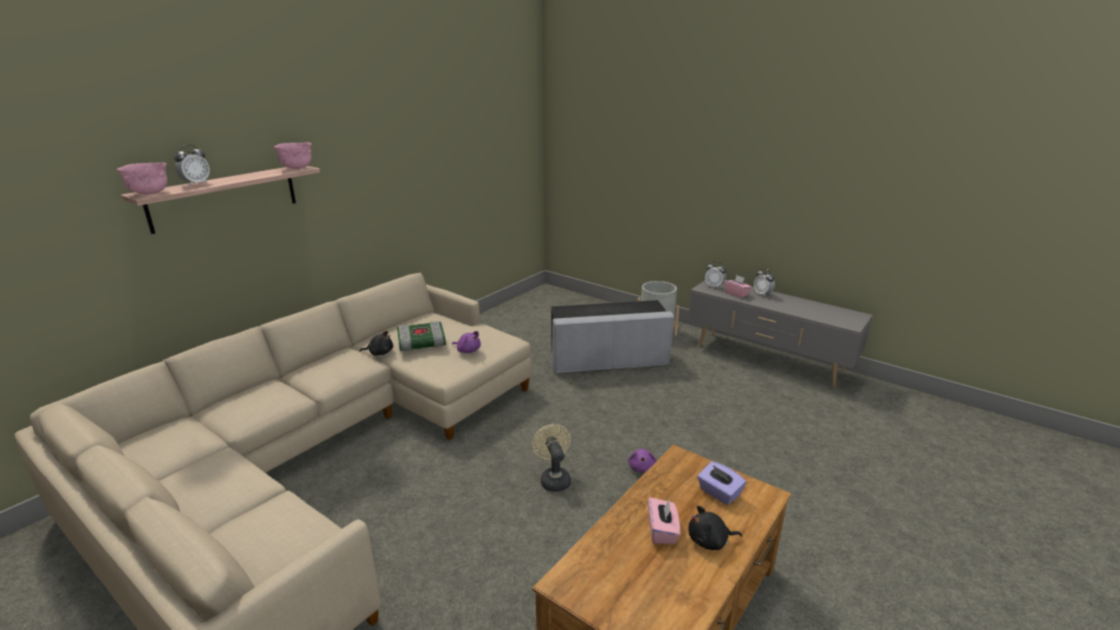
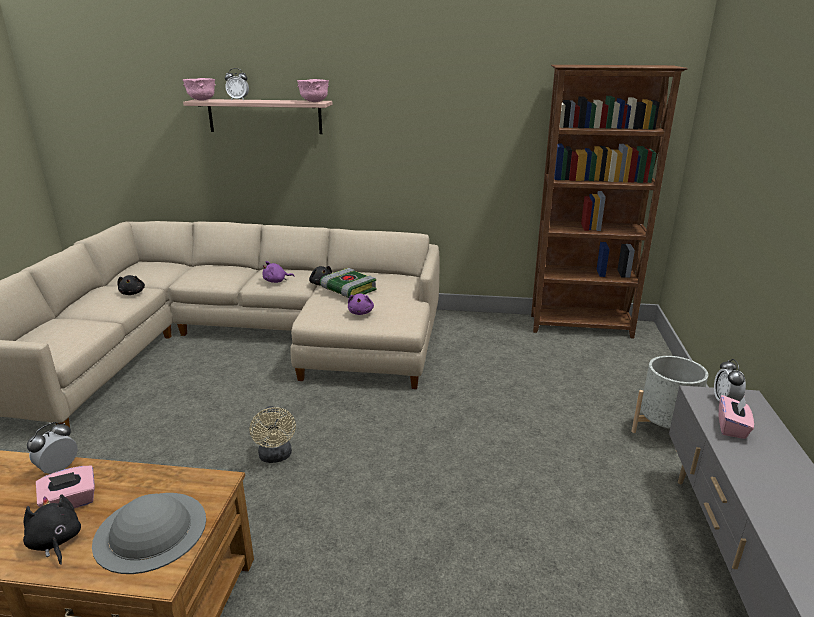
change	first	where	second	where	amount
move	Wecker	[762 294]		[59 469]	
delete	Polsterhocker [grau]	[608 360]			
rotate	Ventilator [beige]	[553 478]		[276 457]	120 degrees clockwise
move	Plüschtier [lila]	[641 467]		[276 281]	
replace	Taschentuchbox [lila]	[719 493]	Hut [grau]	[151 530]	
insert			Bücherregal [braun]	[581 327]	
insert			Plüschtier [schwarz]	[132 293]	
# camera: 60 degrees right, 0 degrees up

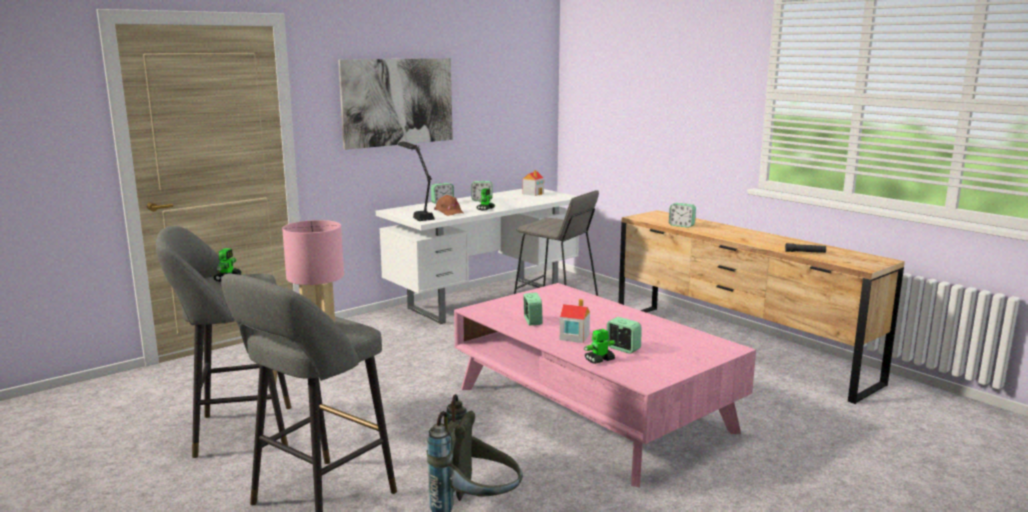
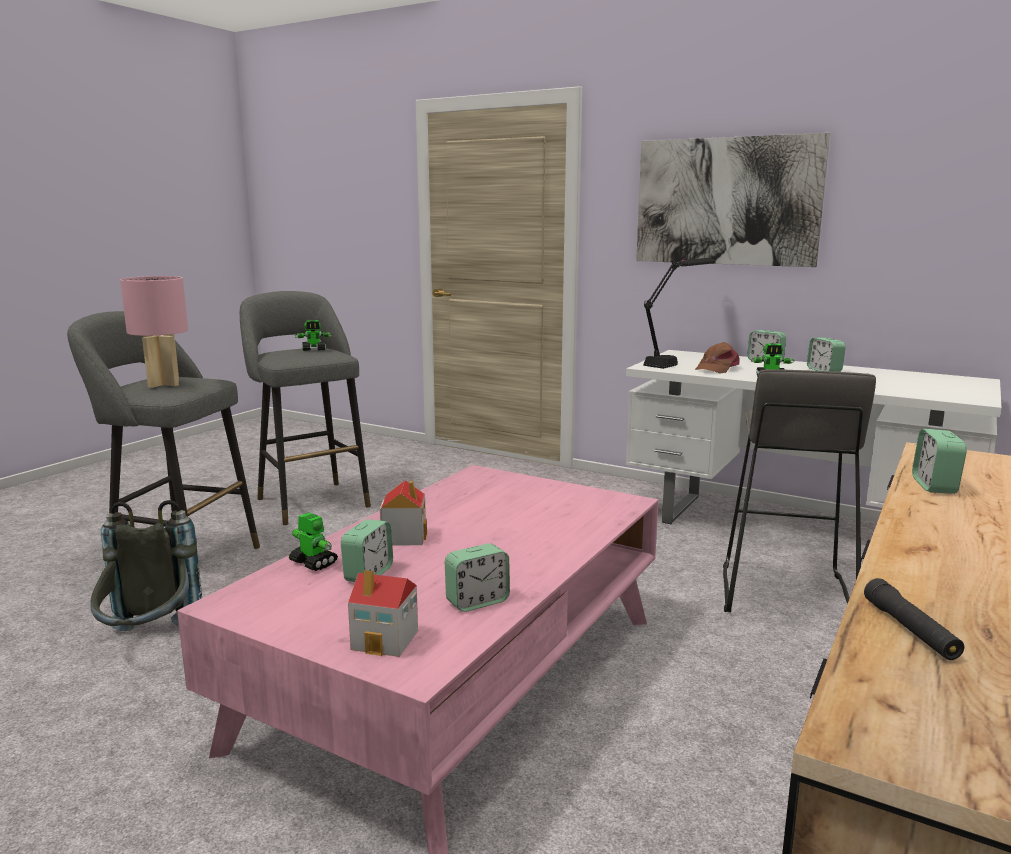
change	first	where	second	where	amount
move	Spielzeughaus	[533 193]		[386 640]	
move	Wecker	[532 321]		[477 601]	
# camera: 70 degrees right, 0 degrees up

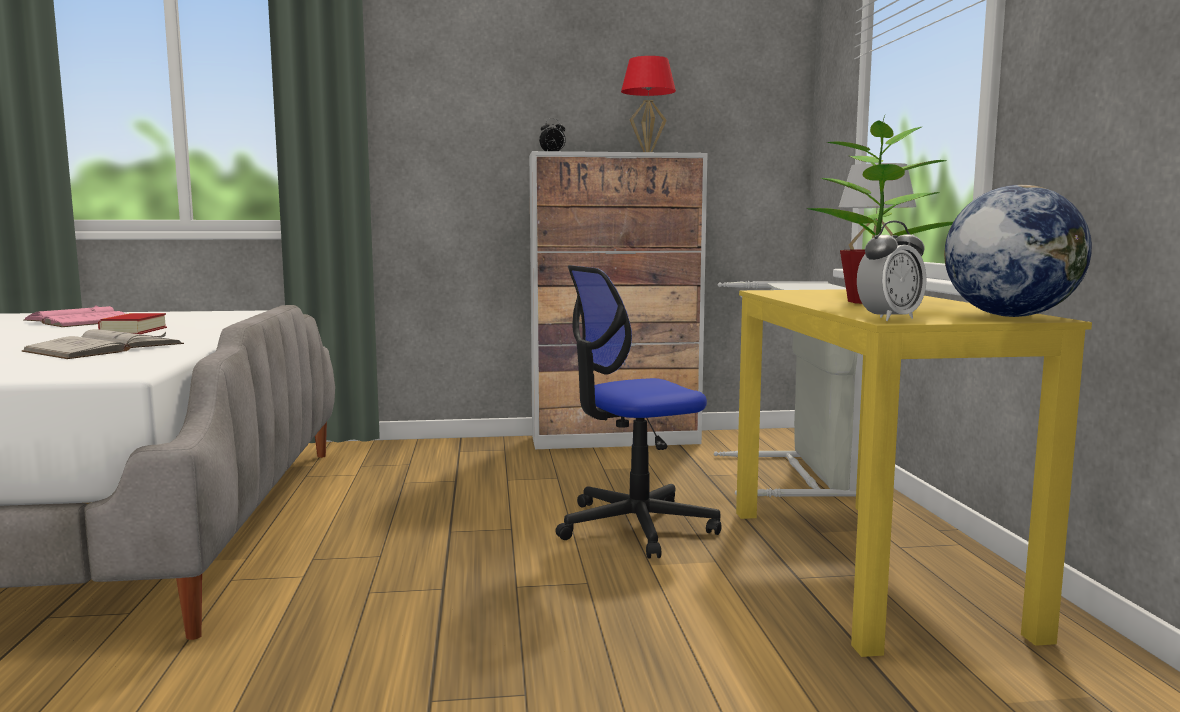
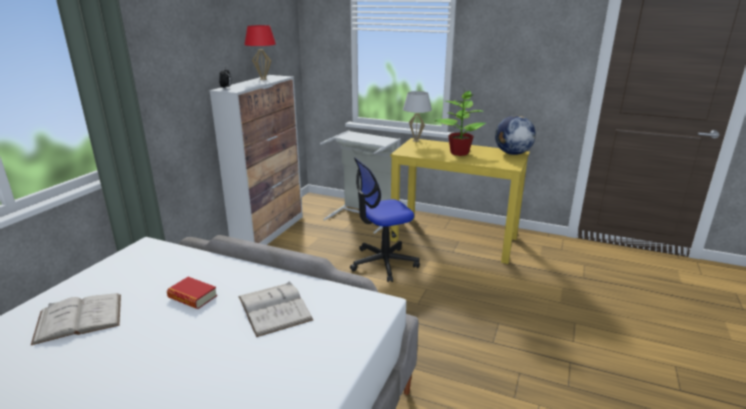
change	first	where	second	where	amount
delete	Wecker	[889 318]			
rotate	Bürostuhl	[635 527]		[383 263]	60 degrees clockwise
recolor	Buch [rosa]	[80 320]	Buch [weiß]	[79 318]	
# camera: 60 degrees left, 15 degrees up

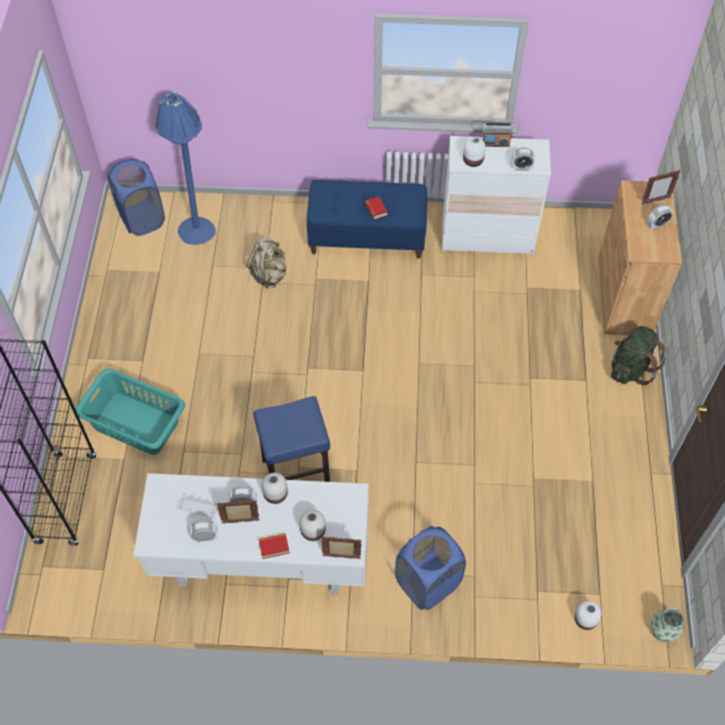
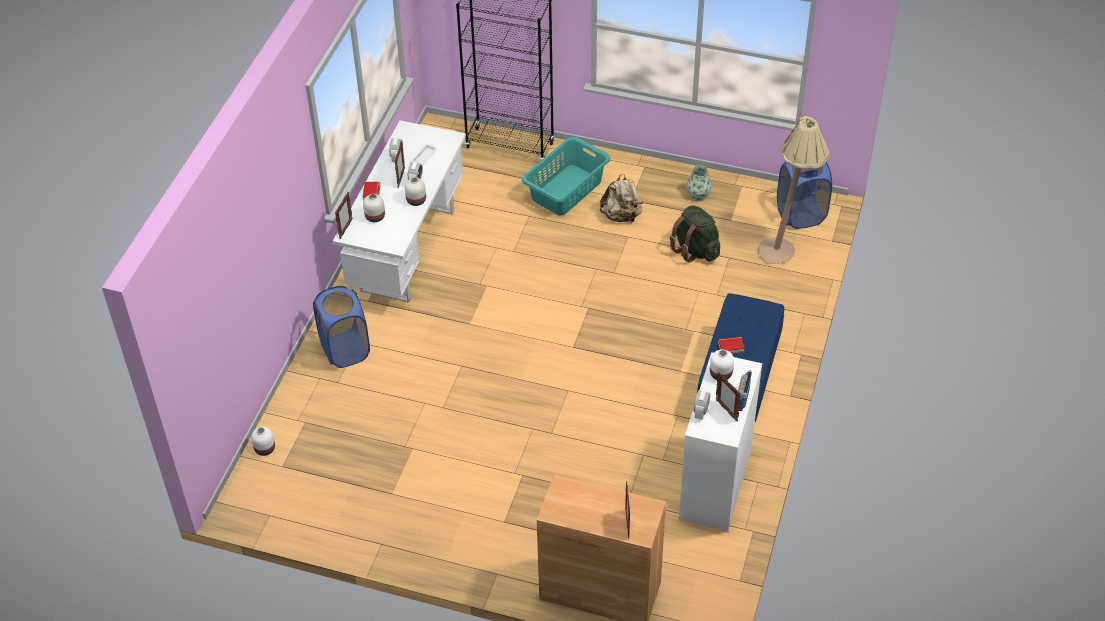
change	first	where	second	where	amount
recolor	Stehlampe [blau]	[198 224]	Stehlampe [beige]	[785 253]	
delete	Wecker	[657 224]			
move	Rucksack [beige]	[269 274]		[621 216]	
move	Rucksack [grün]	[630 368]		[695 250]	
delete	Hocker [blau]	[297 473]			
move	Vase	[662 631]		[698 195]	
insert			Bilderrahmen	[726 410]	
# camera: 105 degrees right, 10 degrees down

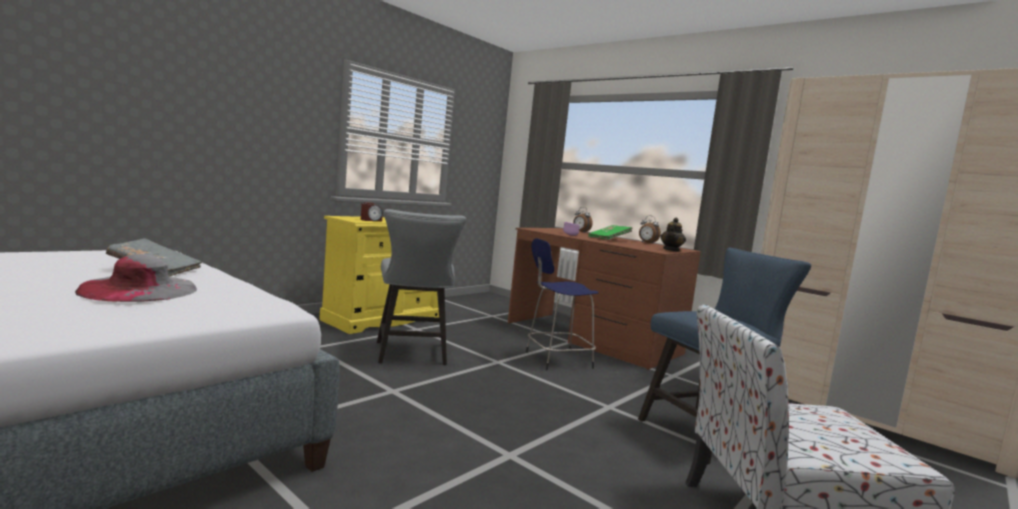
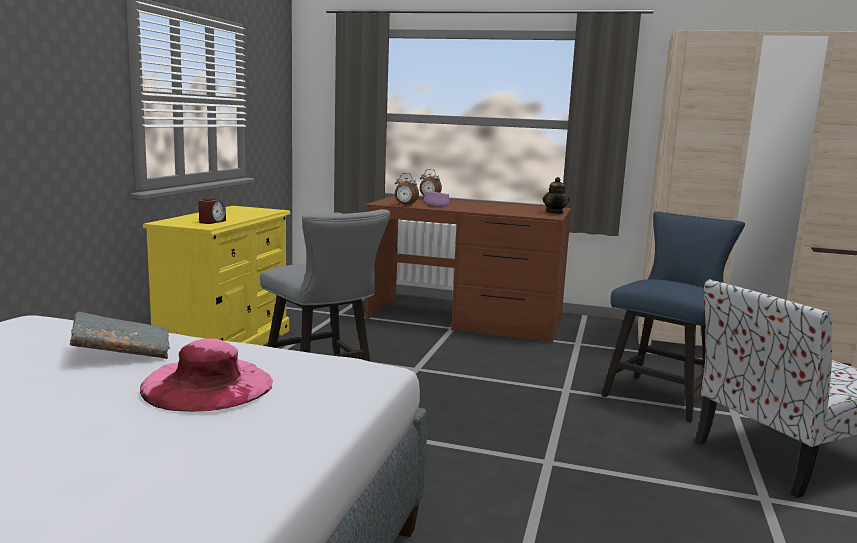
change	first	where	second	where	amount
move	Wecker	[647 243]		[405 205]	
delete	Buch [grün]	[609 239]			
delete	Hocker [blau]	[556 360]			
recolor	Hut [grau]	[139 289]	Hut [rosa]	[207 384]	
# camera: 25 degrees left, 5 degrees up

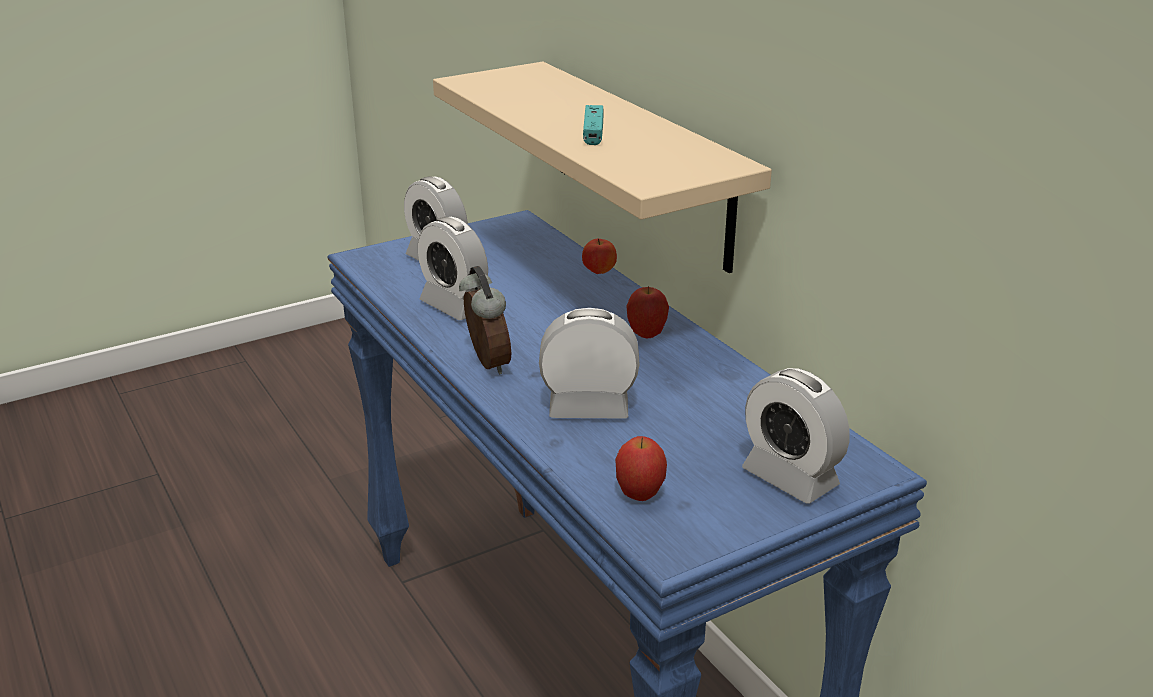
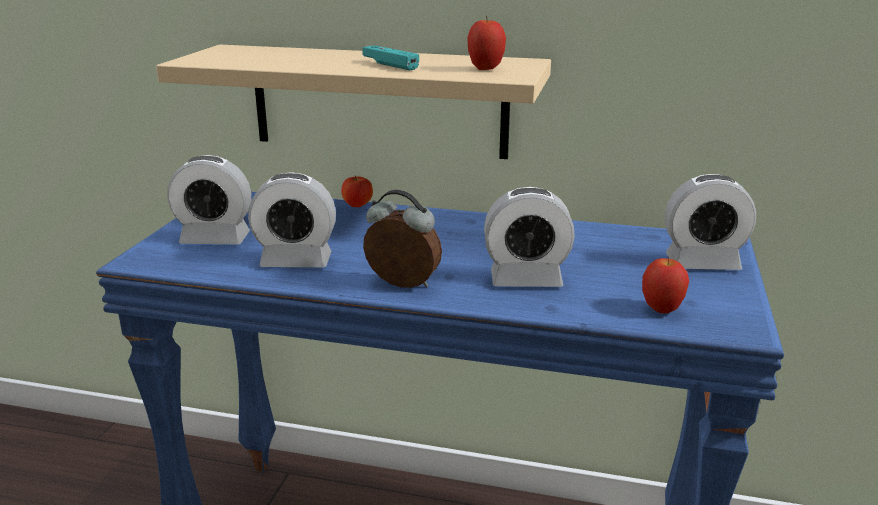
change	first	where	second	where	amount
move	Apfel	[646 335]		[485 69]	
rotate	Wecker	[588 408]		[526 280]	135 degrees counterclockwise
# camera: 45 degrees left, 5 degrees down

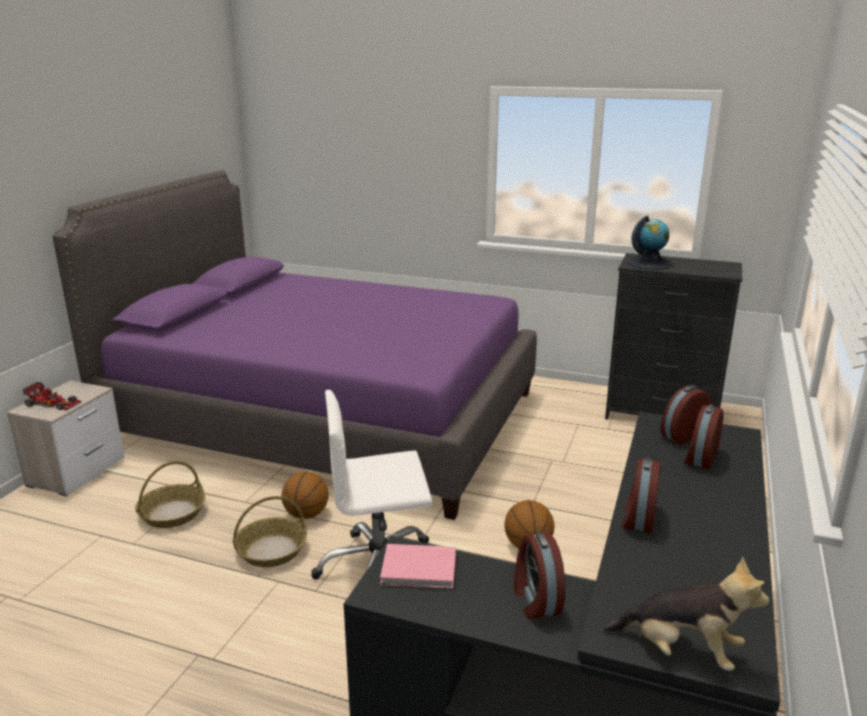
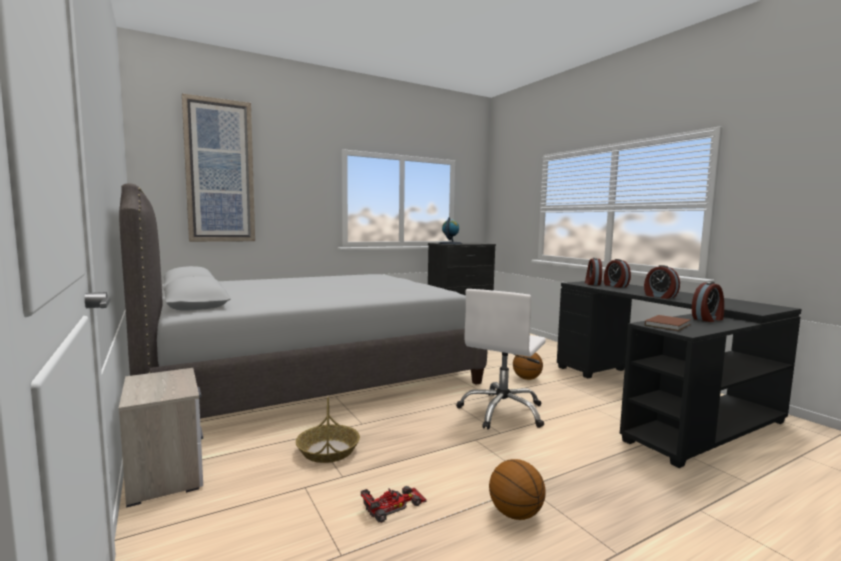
change	first	where	second	where	amount
recolor	Bett [lila]	[327 417]	Bett [grau]	[308 375]	
move	Spielzeugauto	[53 403]		[393 505]	
move	Basketball	[306 514]		[515 514]	
delete	Korb	[272 550]			
rotate	Wecker	[535 600]		[708 319]	60 degrees counterclockwise
recolor	Buch [rosa]	[421 570]	Buch [braun]	[668 325]	
delete	Plüschtier	[681 651]			
insert			Bild	[220 171]	
# camera: 50 degrees left, 15 degrees down

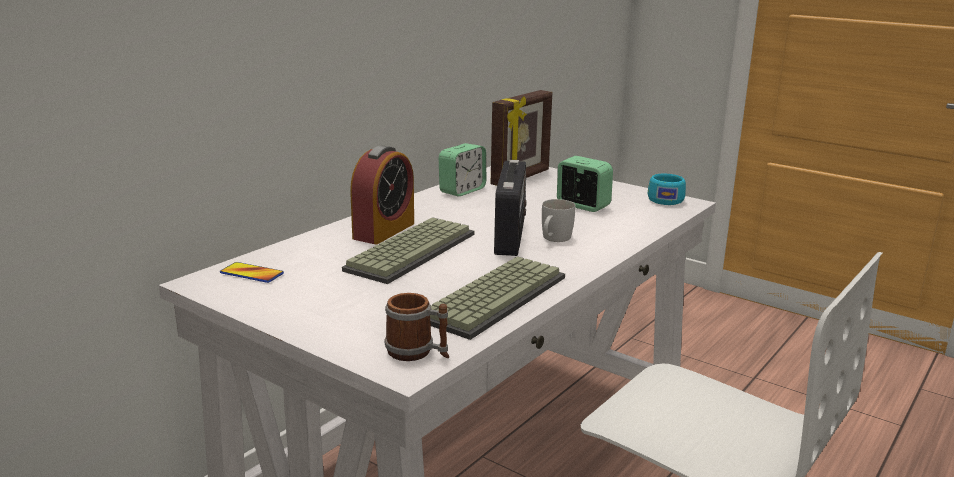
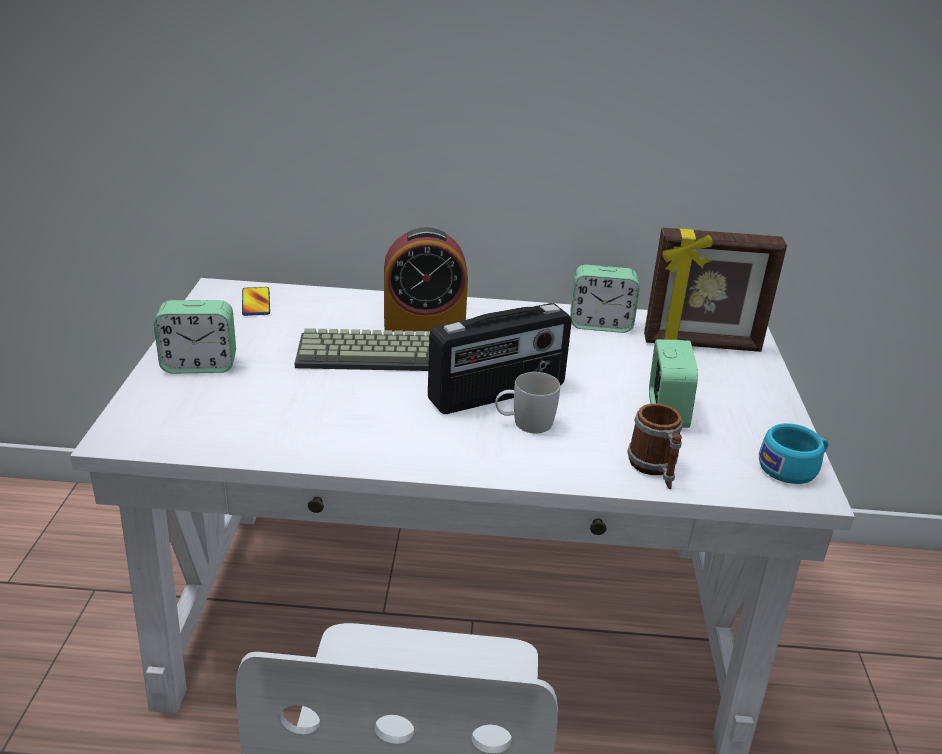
change	first	where	second	where	amount
delete	Tastatur	[494 297]			
move	Henkelbecher	[417 353]		[655 468]	
insert			Wecker	[199 365]	
# camera: 55 degrees right, 10 degrees up

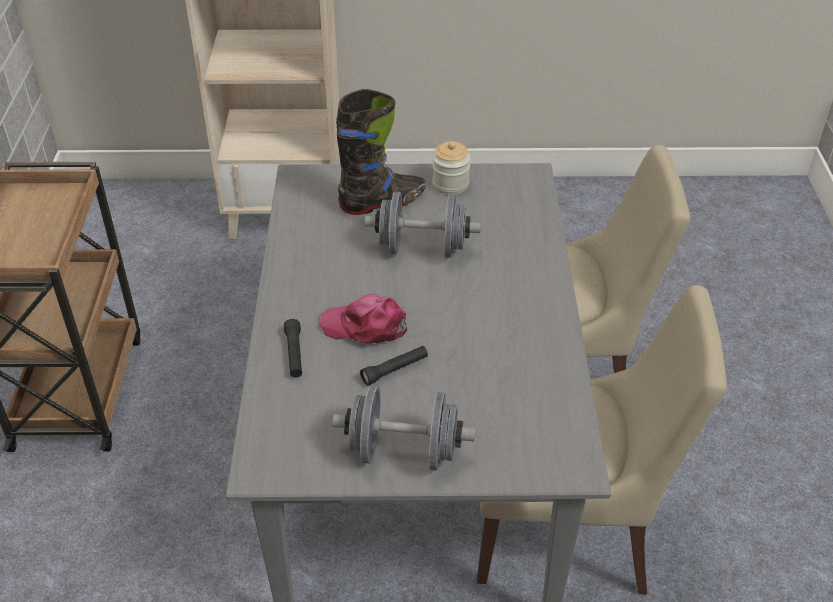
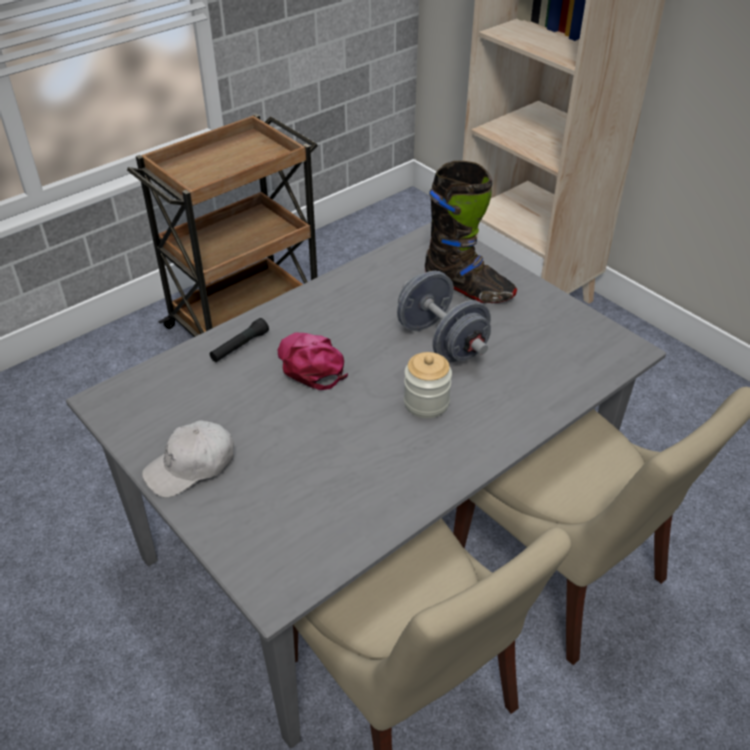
change	first	where	second	where	amount
move	Vorratsglas	[450 184]		[426 403]	
delete	Taschenlampe [schwarz]	[395 370]			
replace	Hantel [grau]	[404 452]	Kappe [weiß]	[191 467]	
# camera: 50 degrees right, 0 degrees up

